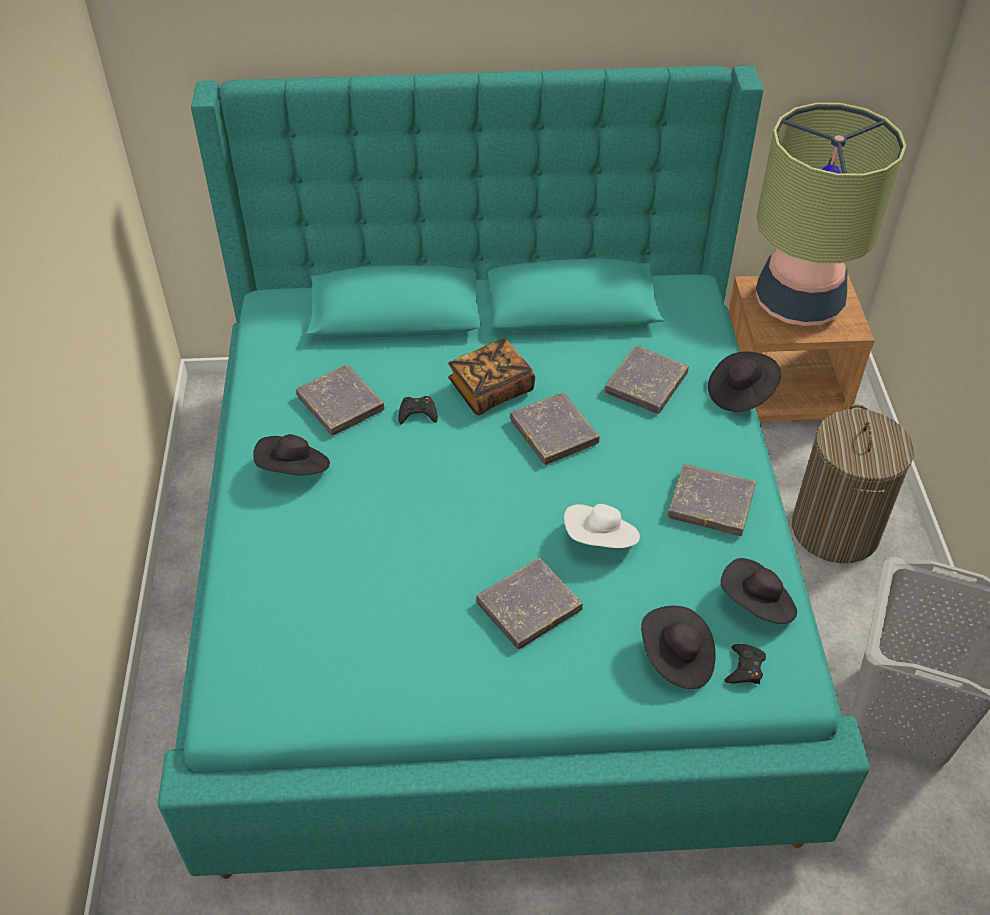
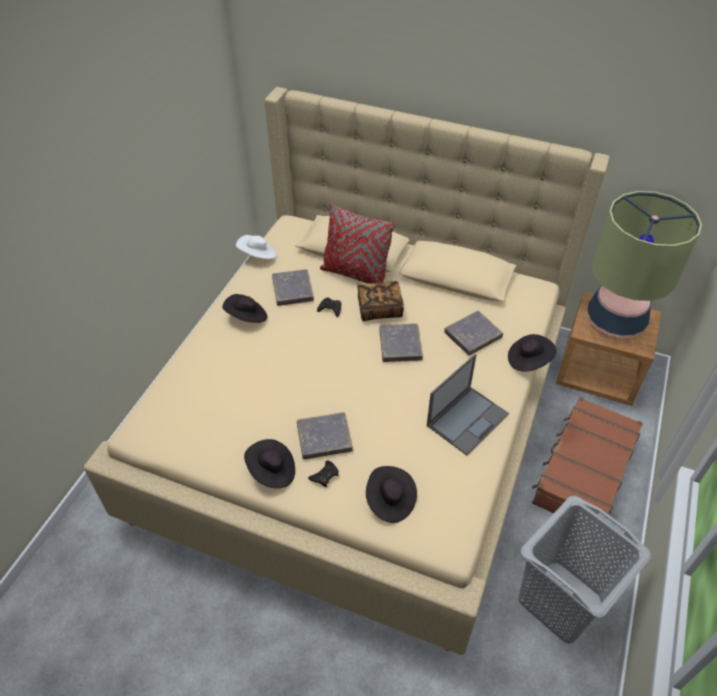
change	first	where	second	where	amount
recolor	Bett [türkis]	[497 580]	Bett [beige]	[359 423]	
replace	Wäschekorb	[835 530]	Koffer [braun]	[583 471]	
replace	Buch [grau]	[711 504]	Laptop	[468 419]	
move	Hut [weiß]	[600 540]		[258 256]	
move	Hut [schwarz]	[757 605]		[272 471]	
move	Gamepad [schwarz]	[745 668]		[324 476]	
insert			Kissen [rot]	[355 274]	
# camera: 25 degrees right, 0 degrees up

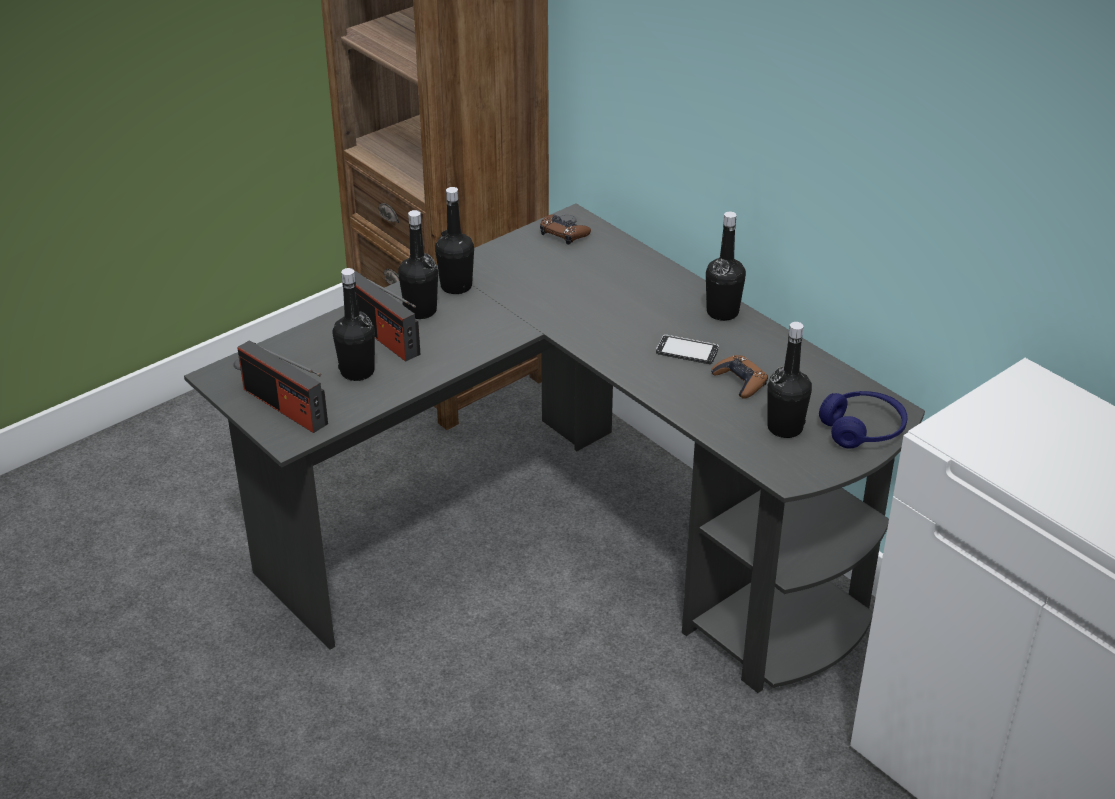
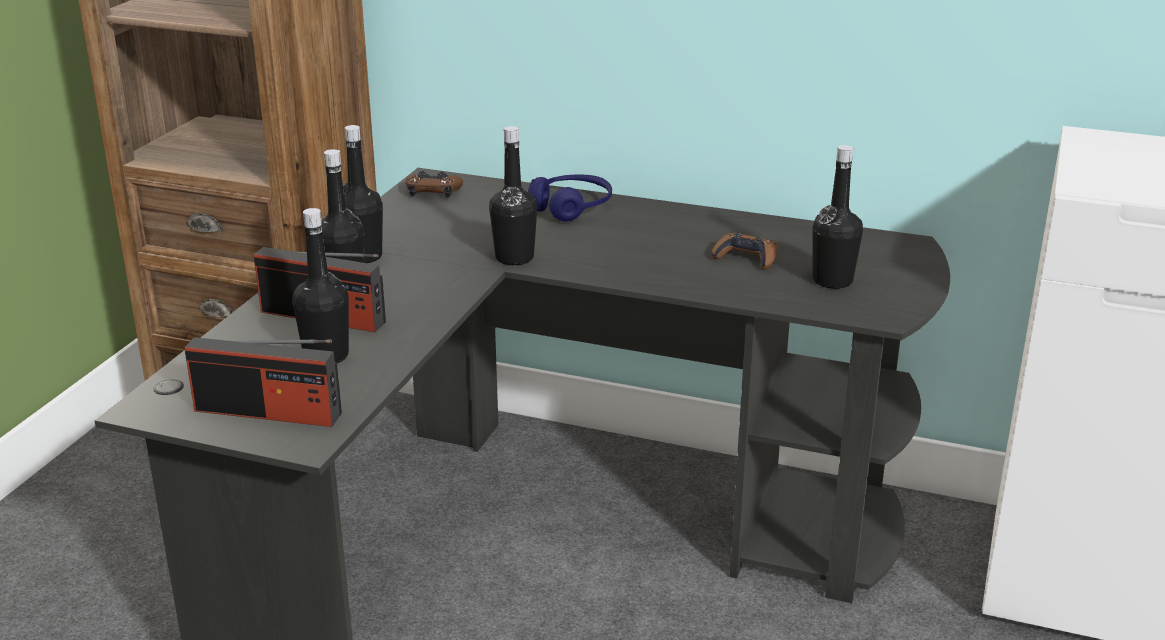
change	first	where	second	where	amount
move	Flasche [schwarz]	[722 312]		[514 258]	
delete	Handy	[687 351]			
move	Kopfhörer [blau]	[862 429]		[571 208]	
# camera: 30 degrees left, 10 degrees down

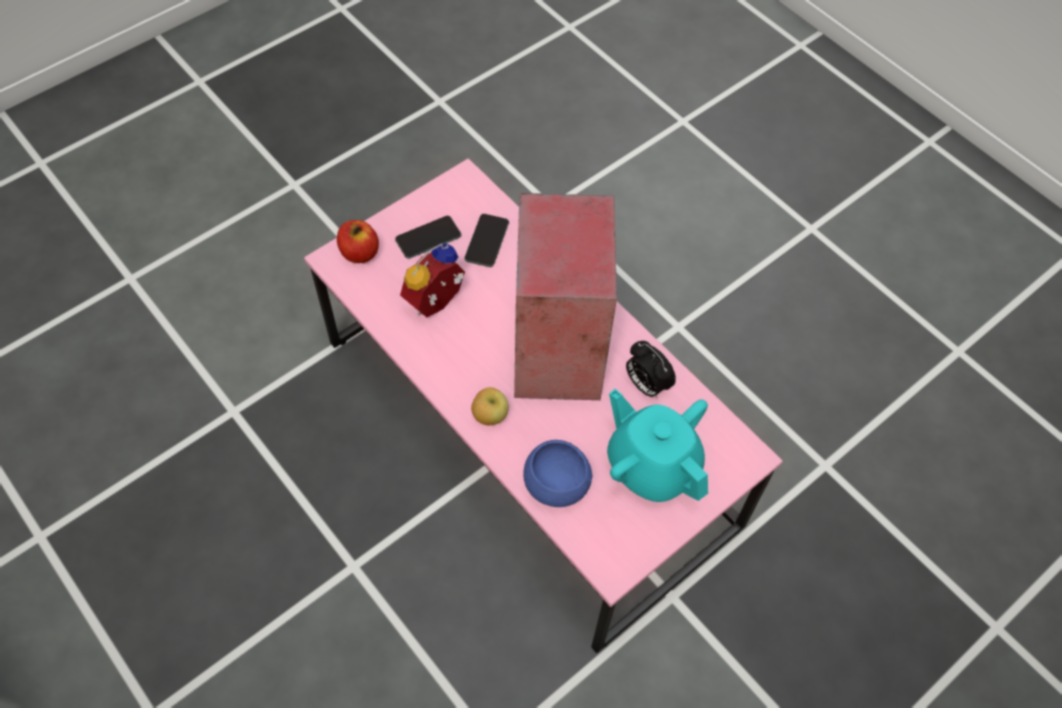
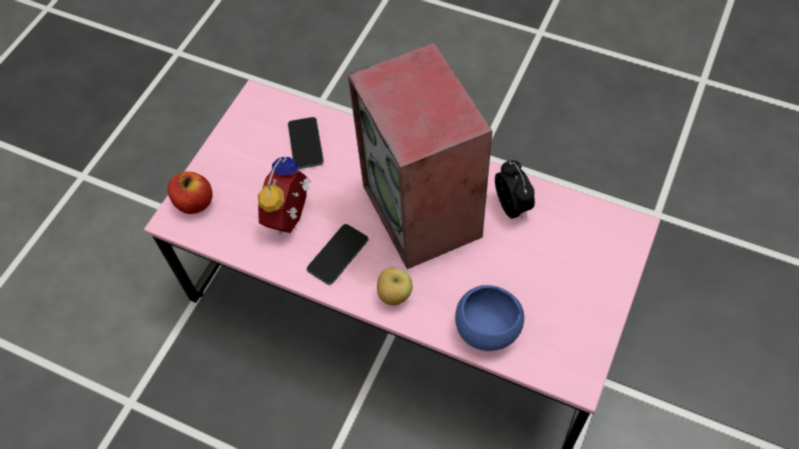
change	first	where	second	where	amount
move	Handy	[428 237]		[338 254]	
rotate	Wecker	[646 385]		[513 206]	135 degrees counterclockwise
delete	Teekanne [türkis]	[652 465]			
# camera: 20 degrees left, 0 degrees up

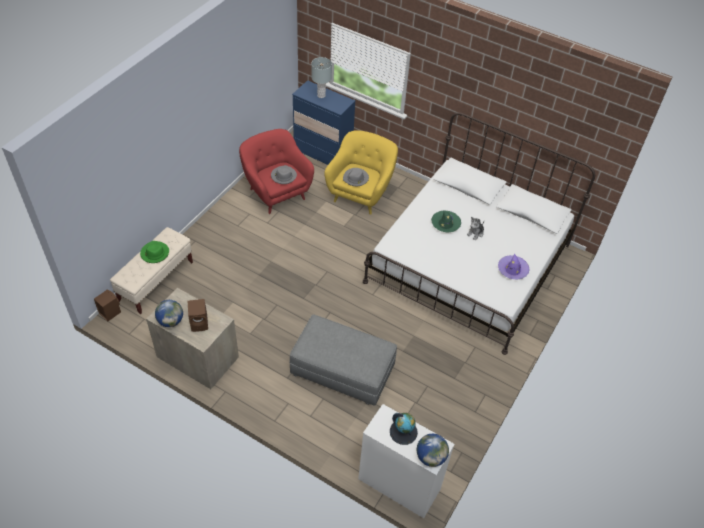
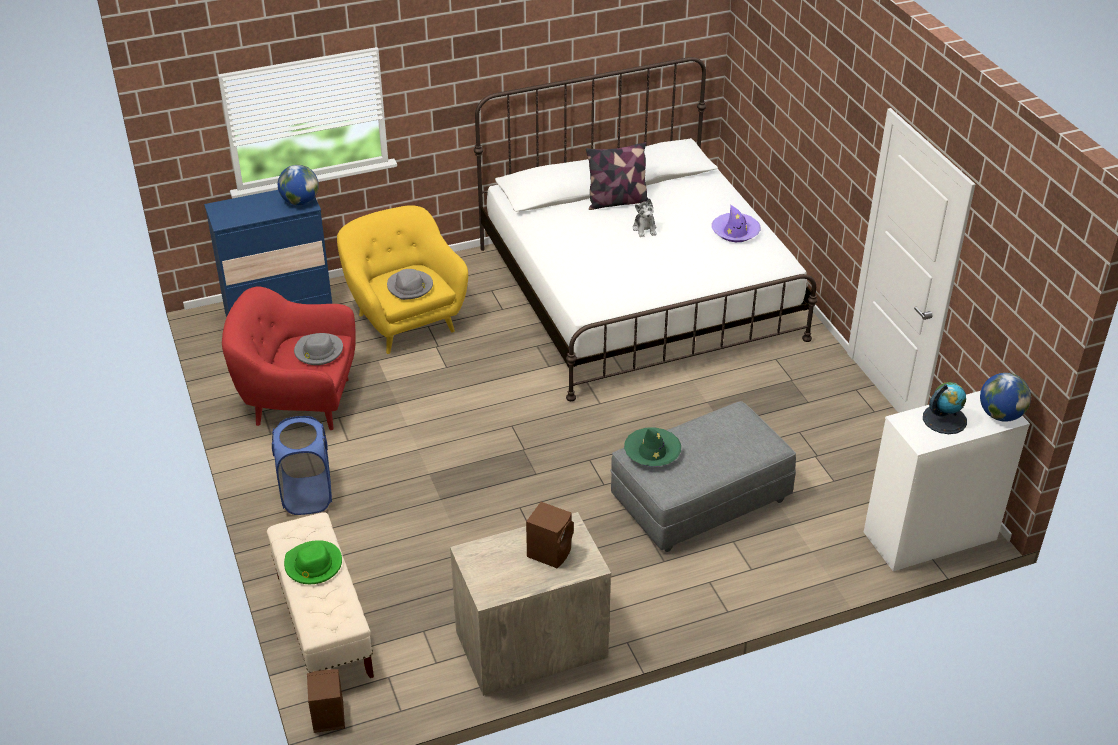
change	first	where	second	where	amount
delete	Tischlampe [grau]	[321 95]			
move	Hut [grün]	[445 224]		[652 452]	
move	Globus	[170 321]		[300 202]	
insert			Kissen	[617 202]	
insert			Wäschekorb [blau]	[307 496]	
# camera: 50 degrees left, 10 degrees down

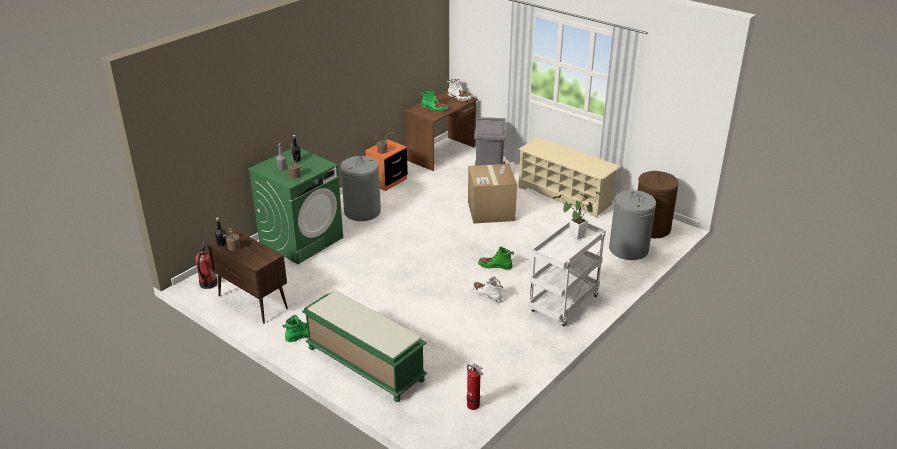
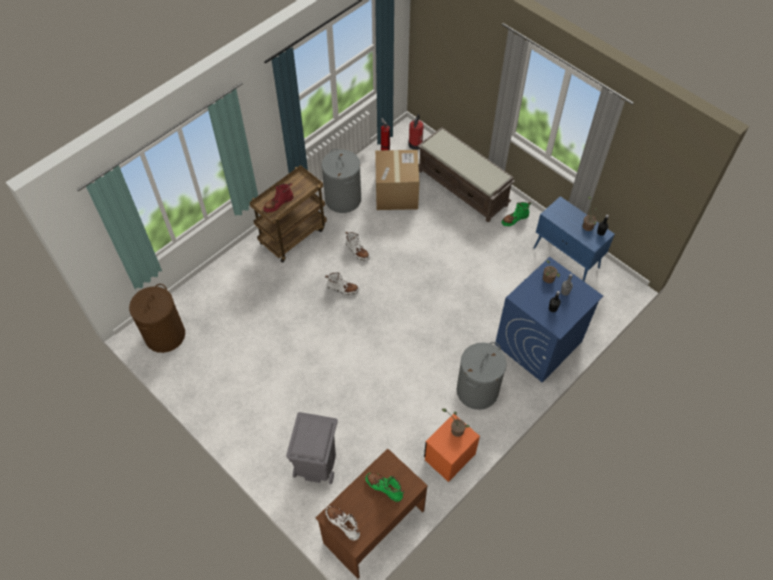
change	first	where	second	where	amount
delete	Schuhregal [beige]	[565 196]			
recolor	Waschmaschine [grün]	[301 240]	Waschmaschine [blau]	[538 343]	
move	Karton	[491 211]		[396 193]	
move	Wäschekorb [grau]	[628 249]		[343 199]	
replace	Topfpflanze	[574 237]	Stiefel [rot]	[278 203]	
recolor	Rollwagen [weiß]	[564 305]	Rollwagen [braun]	[293 235]	
recolor	Schrank [braun]	[252 302]	Schrank [blau]	[566 258]	
move	Feuerlöscher	[208 284]		[415 144]	
recolor	Stiefel [grün]	[495 266]	Stiefel [weiß]	[342 289]	
recolor	Bank [grün]	[364 364]	Bank [braun]	[463 187]	
# camera: 175 degrees left, 25 degrees up

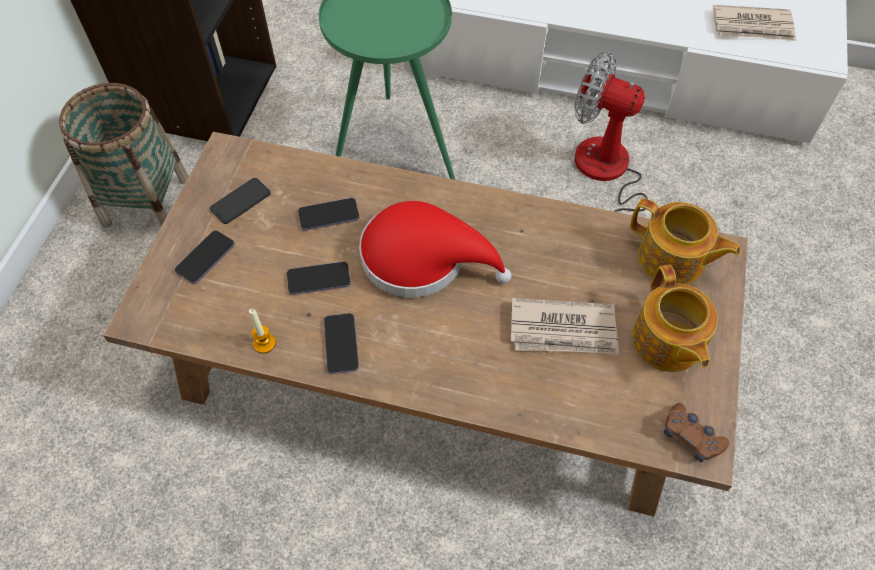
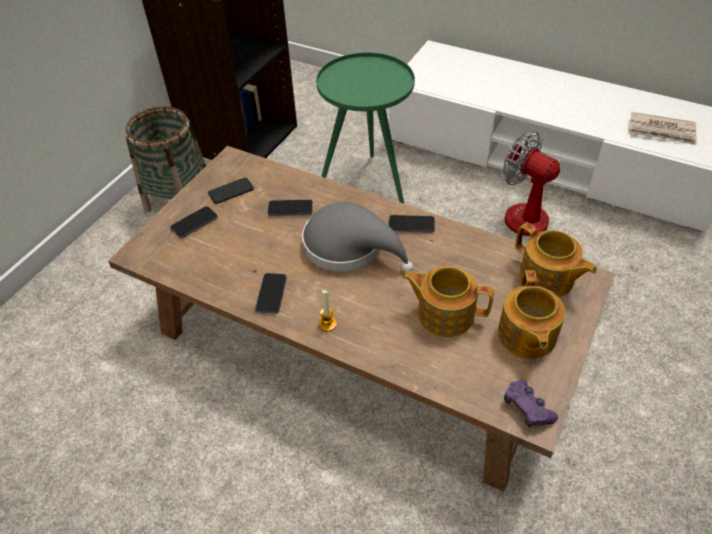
change	first	where	second	where	amount
recolor	Hut [rot]	[422 258]	Hut [grau]	[350 247]	
move	Handy	[319 279]		[411 225]	
replace	Zeitung	[564 330]	Teekanne	[444 313]	
move	Kerze	[264 343]		[327 324]	
recolor	Gamepad [braun]	[691 437]	Gamepad [lila]	[527 408]	
# camera: 15 degrees right, 10 degrees down

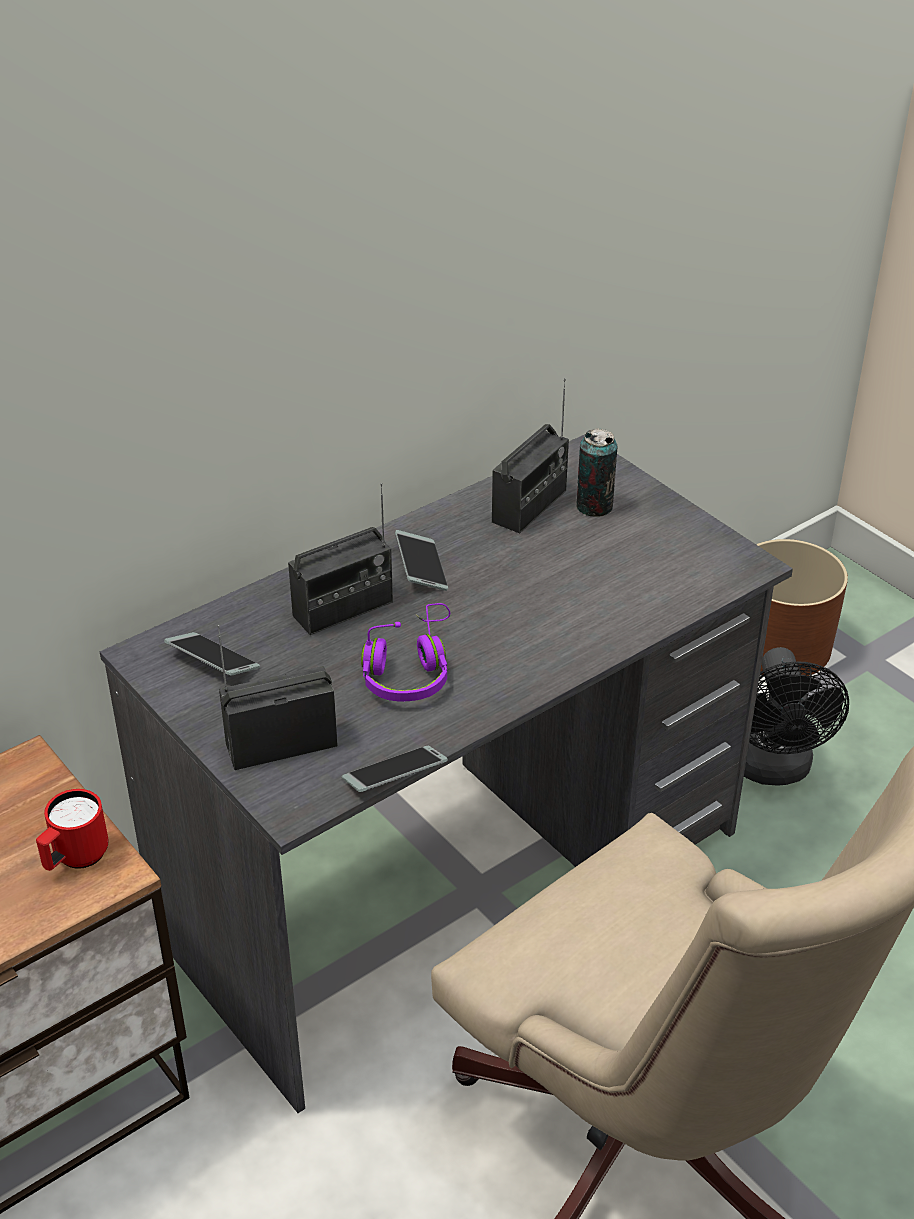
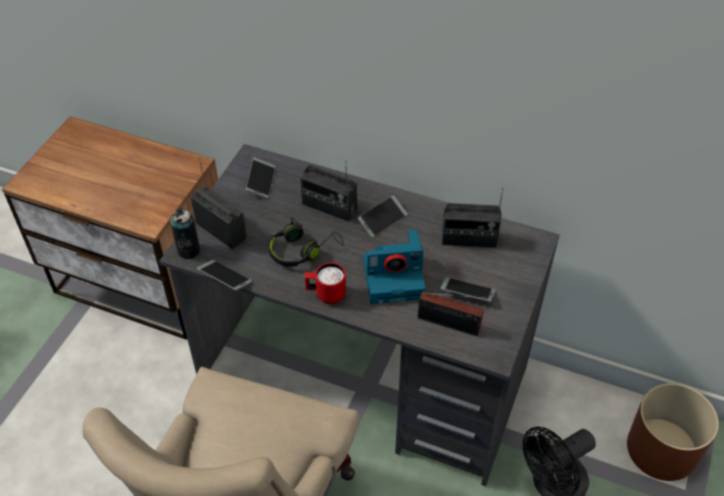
change	first	where	second	where	amount
move	Dose	[594 506]		[188 250]	
recolor	Kopfhörer [lila]	[409 669]	Kopfhörer [schwarz]	[302 250]	
move	Henkelbecher [rot]	[75 859]		[326 295]	
insert			Kamera	[395 277]	
insert			Handy	[467 293]	
insert			Radio	[452 325]	
# camera: 60 degrees right, 10 degrees up

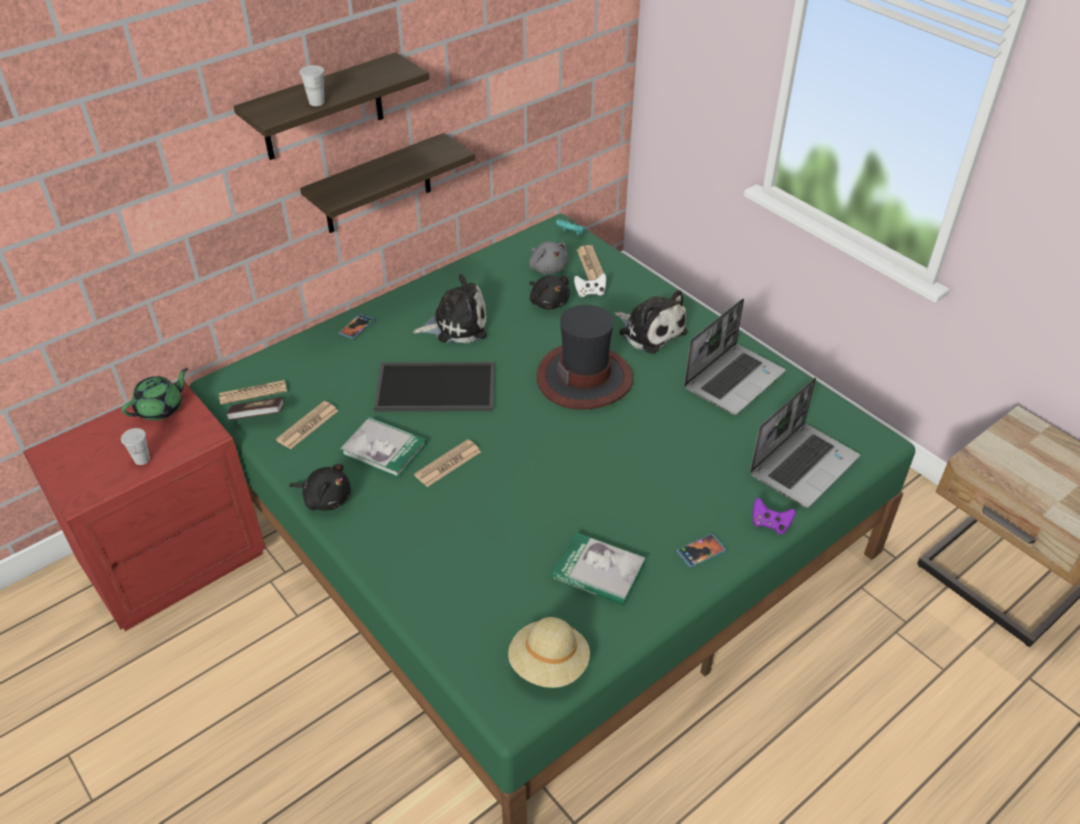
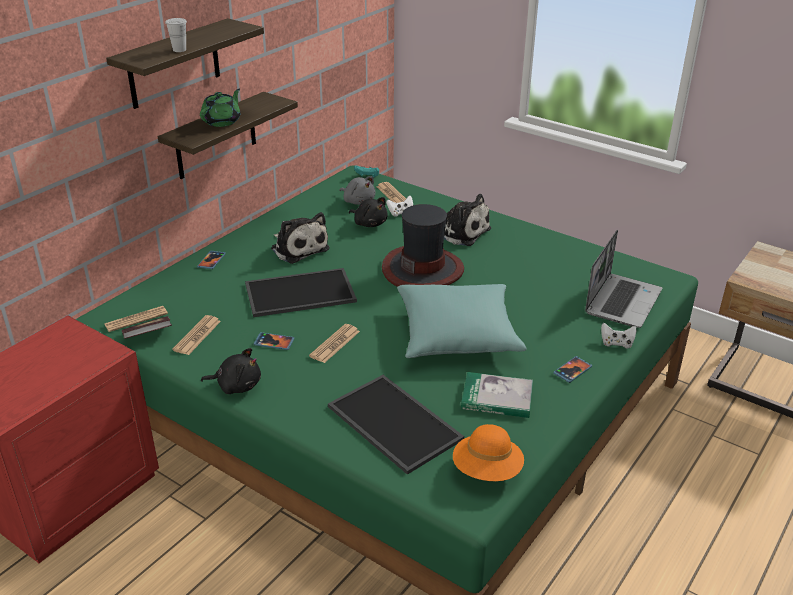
change	first	where	second	where	amount
rotate	Plüschtier	[456 325]		[298 248]	75 degrees clockwise
delete	Laptop	[733 379]			
move	Teekanne [grün]	[161 408]		[222 121]	
replace	Buch	[384 449]	Handy	[274 342]	
delete	Tasse [weiß]	[142 459]			
recolor	Gamepad [lila]	[770 524]	Gamepad [weiß]	[616 343]	
recolor	Hut [beige]	[549 664]	Hut [orange]	[487 470]	
insert			Kissen [türkis]	[457 335]	
insert			Tablett	[391 423]	
# camera: 15 degrees left, 10 degrees down

